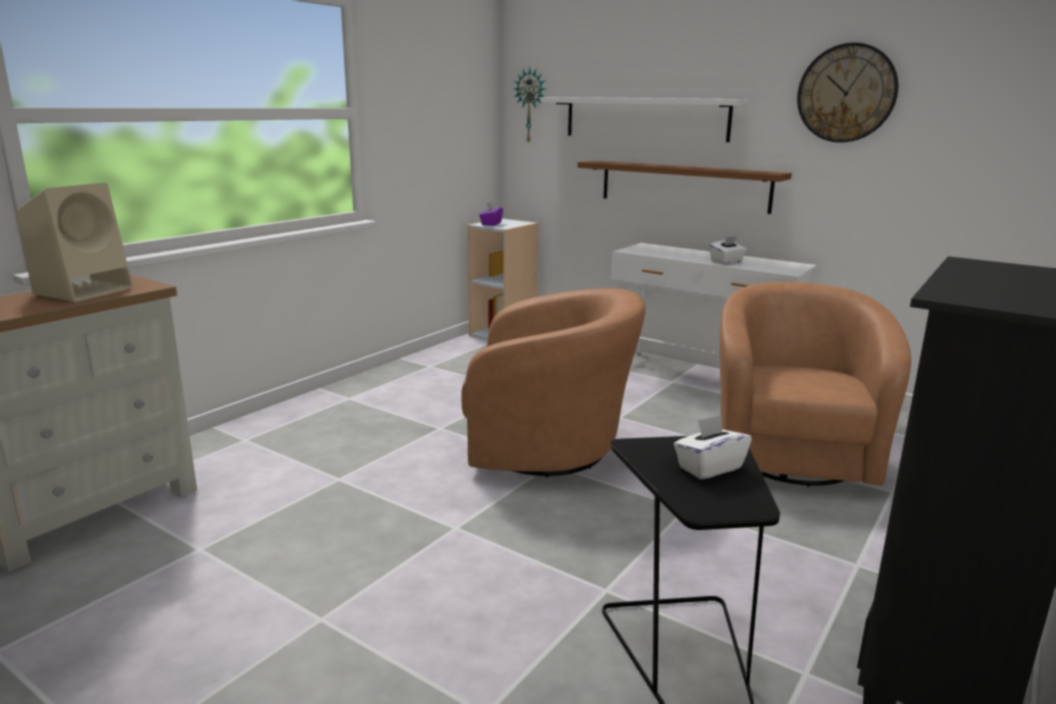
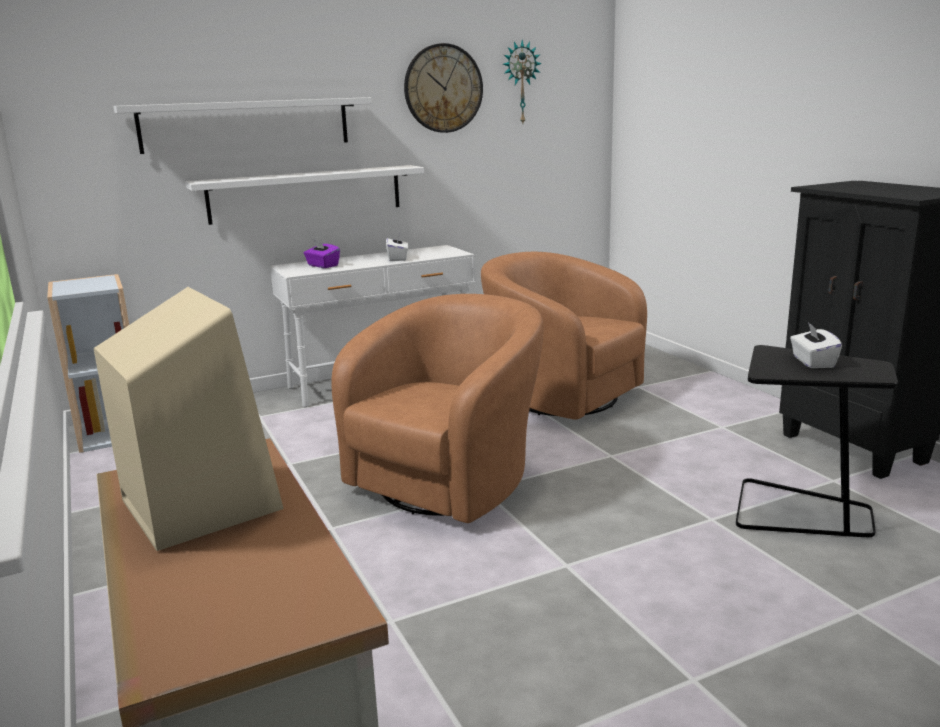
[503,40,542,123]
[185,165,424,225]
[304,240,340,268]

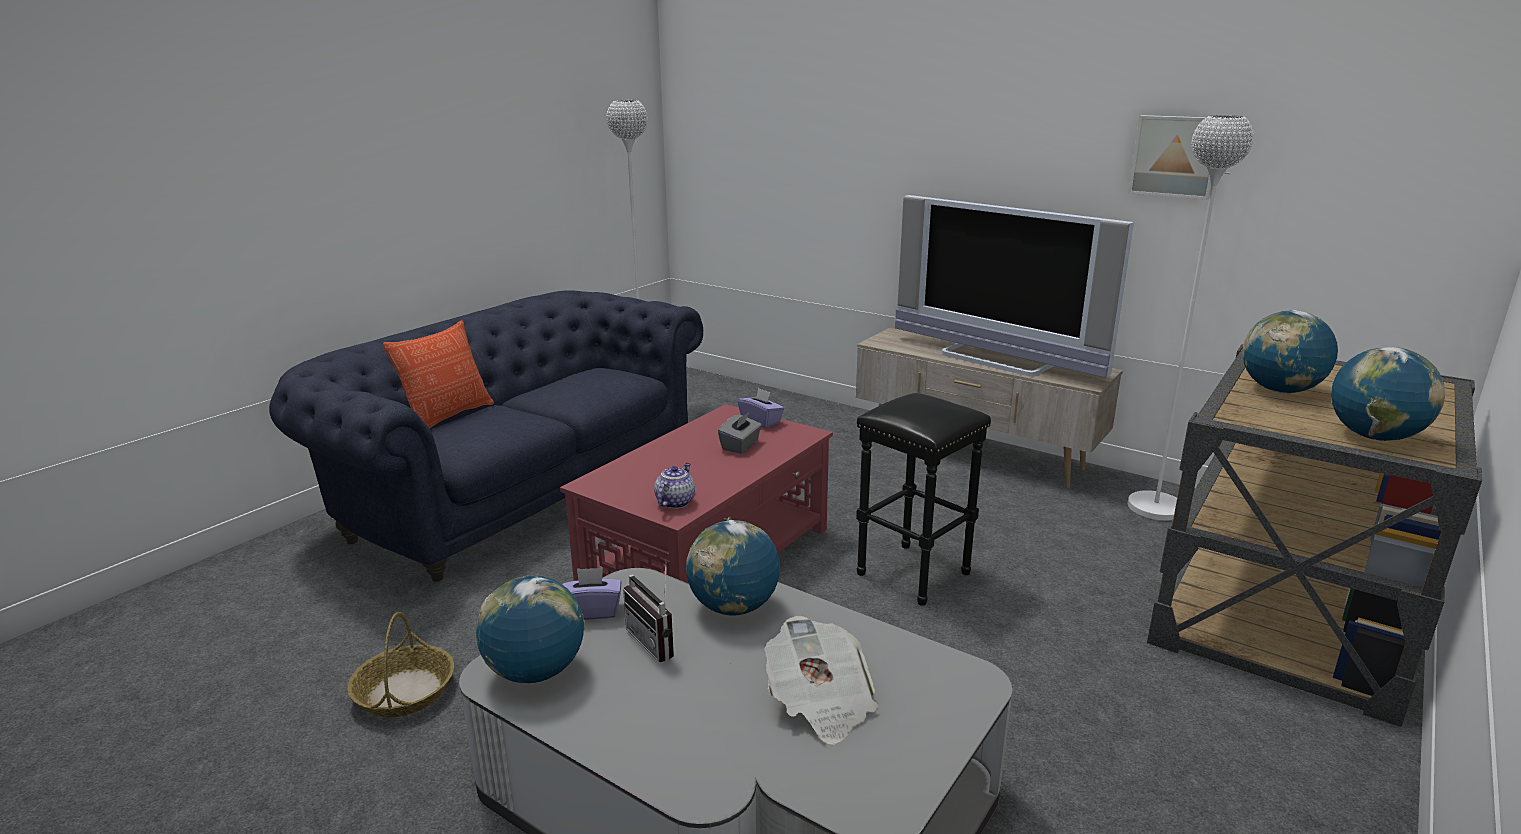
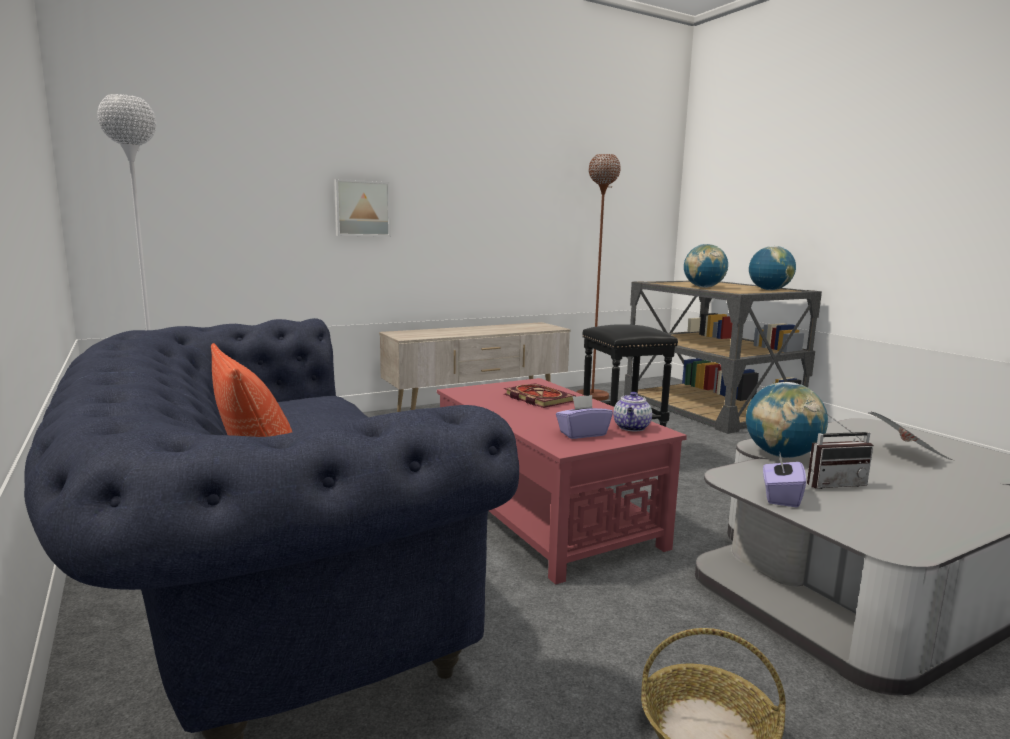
[334,179,390,237]
[577,154,621,401]
[895,195,1134,378] (first image)
[556,395,613,439]
[504,383,577,408]
[613,392,652,431]
[476,576,585,683] (first image)

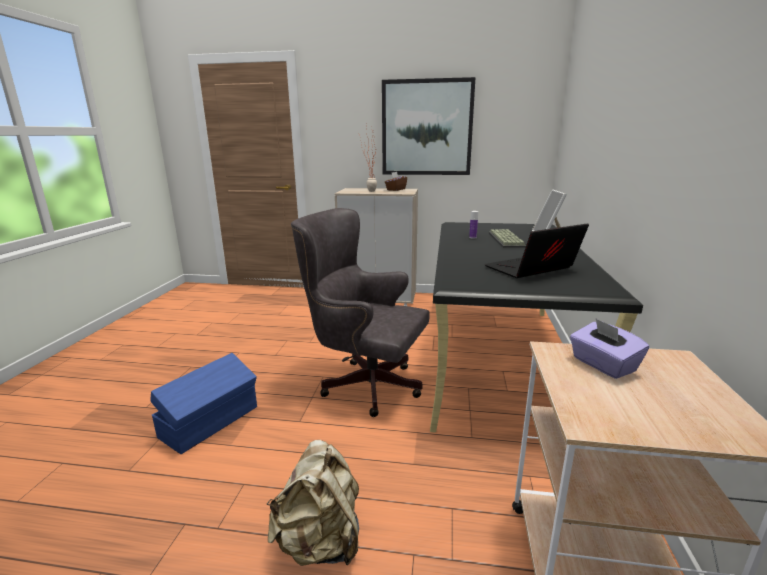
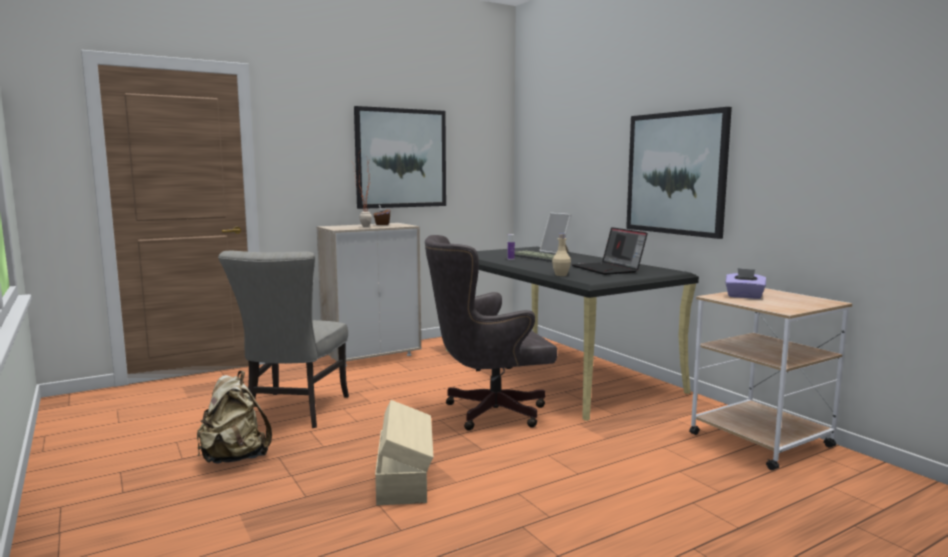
[572,227,648,275]
[375,400,433,505]
[197,371,272,464]
[626,107,732,239]
[552,234,571,276]
[218,251,349,428]

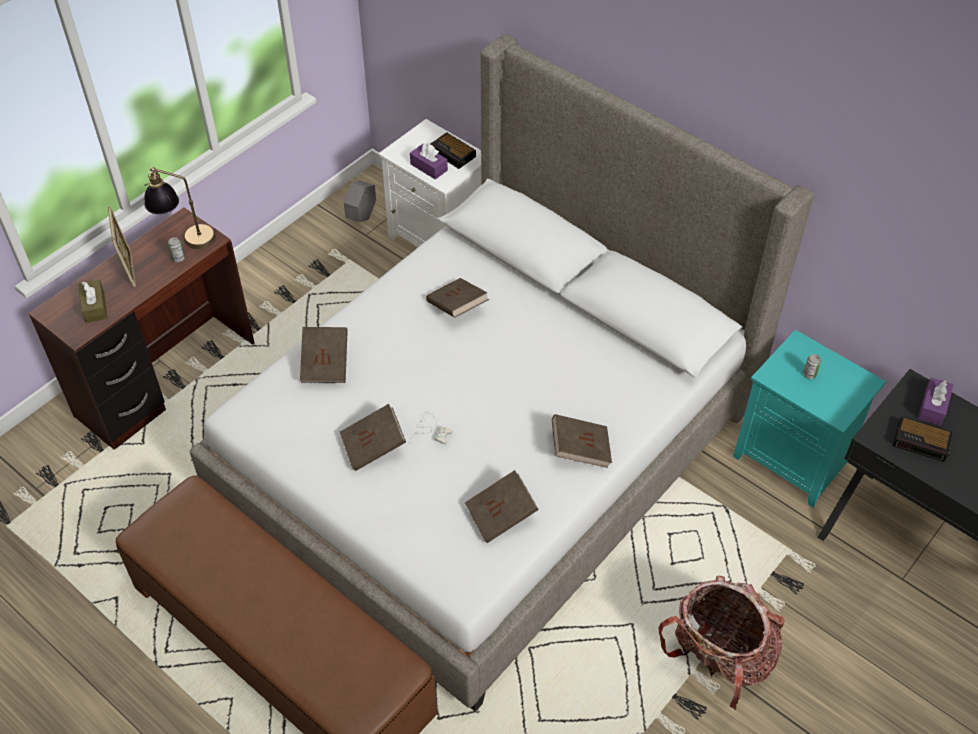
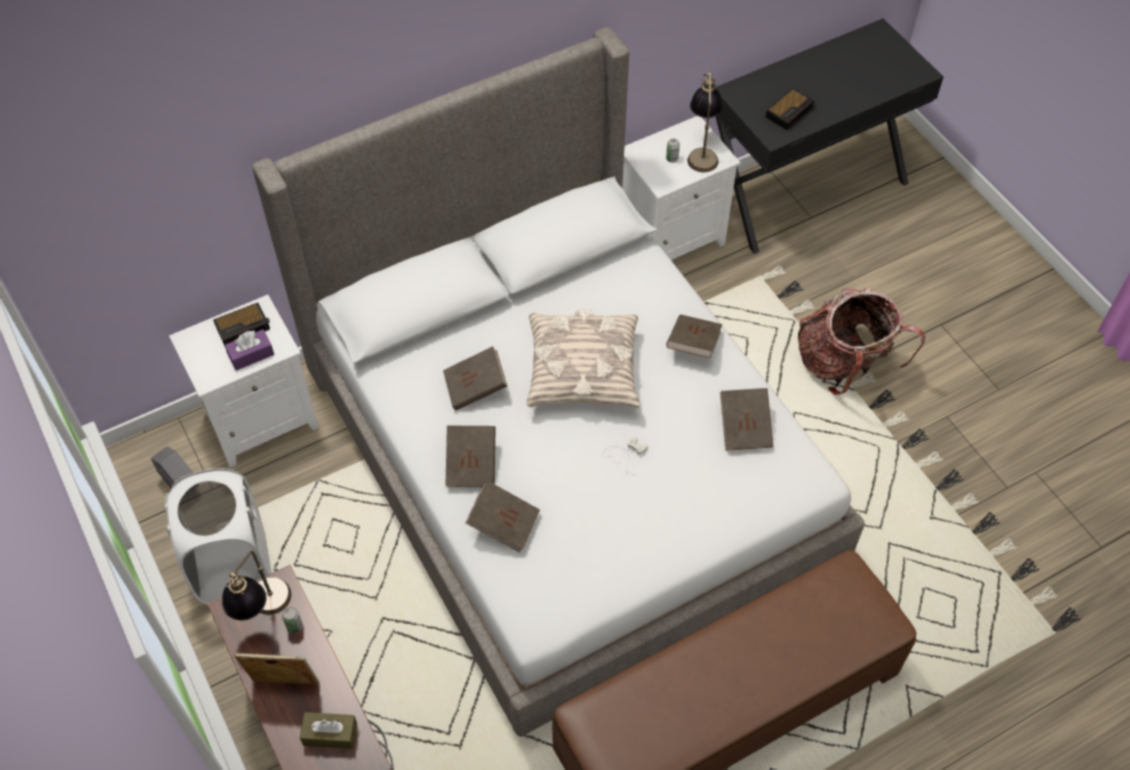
[622,116,741,260]
[918,377,954,426] (first image)
[446,426,496,487]
[687,72,723,172]
[526,309,640,408]
[165,468,272,605]

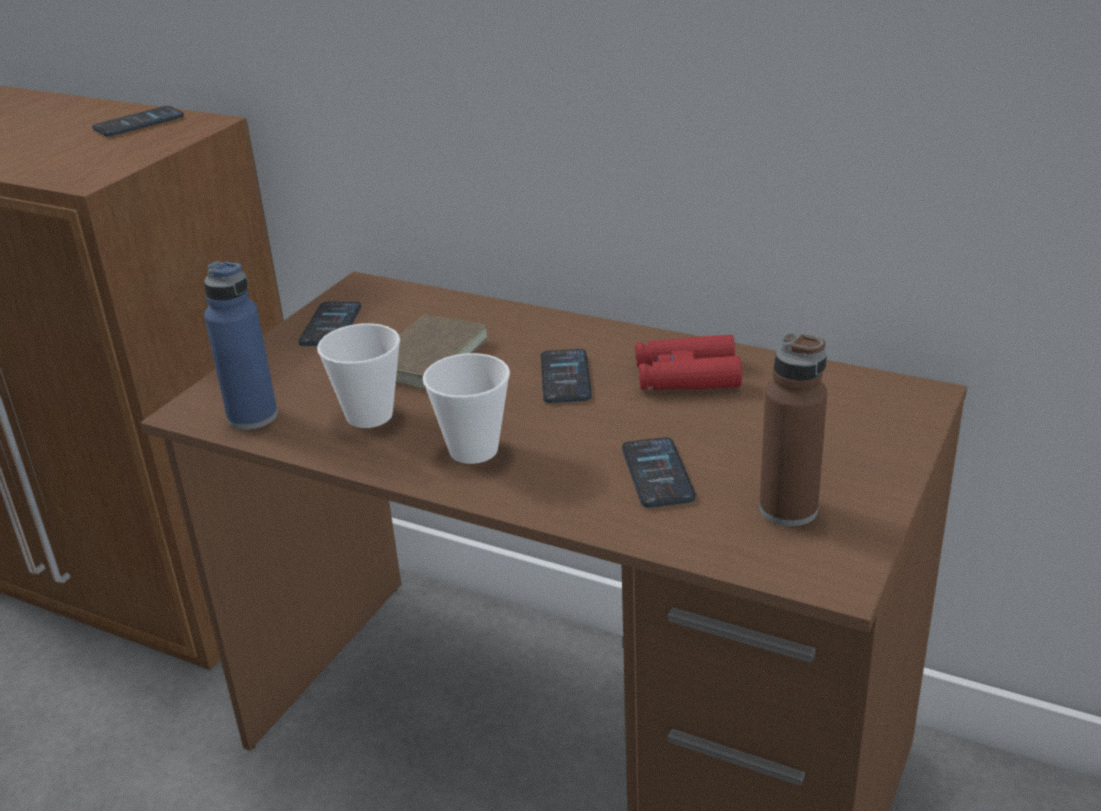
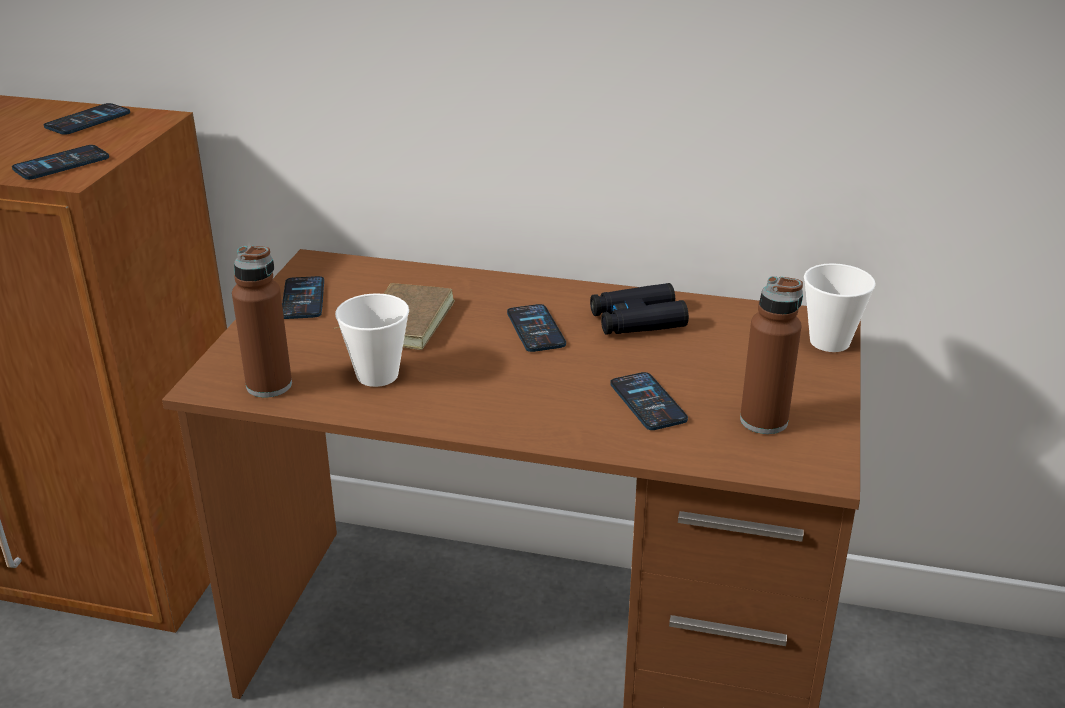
[232,246,292,398]
[590,283,689,334]
[804,263,876,352]
[12,145,109,180]

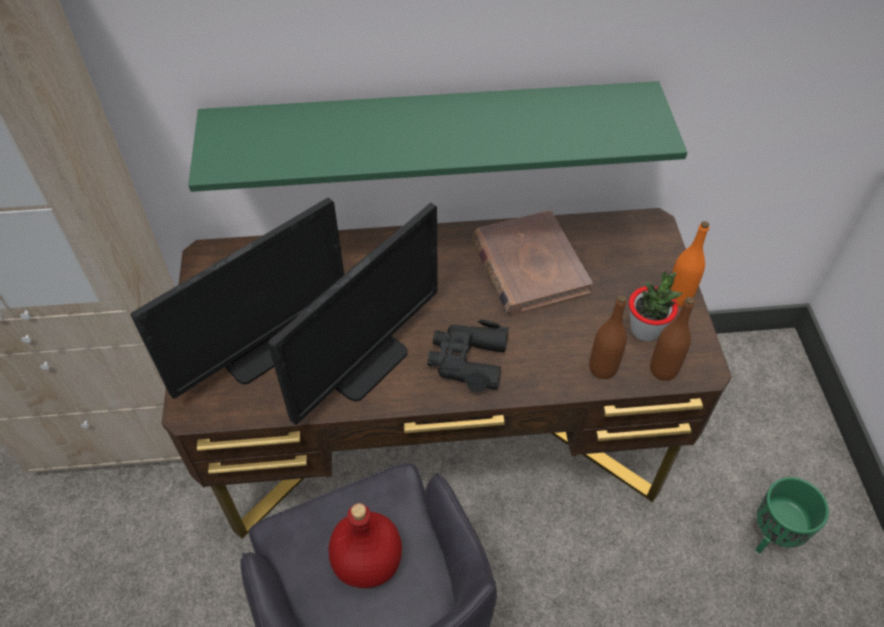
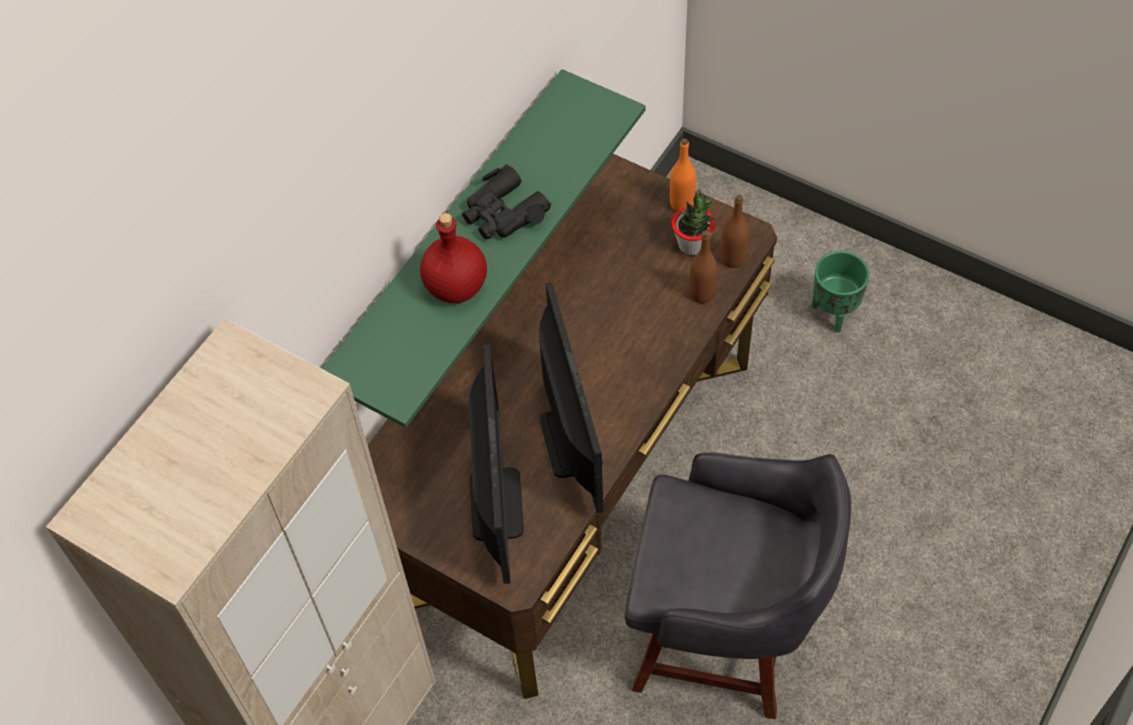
[472,210,592,316] (first image)
[462,164,551,239]
[420,213,487,303]

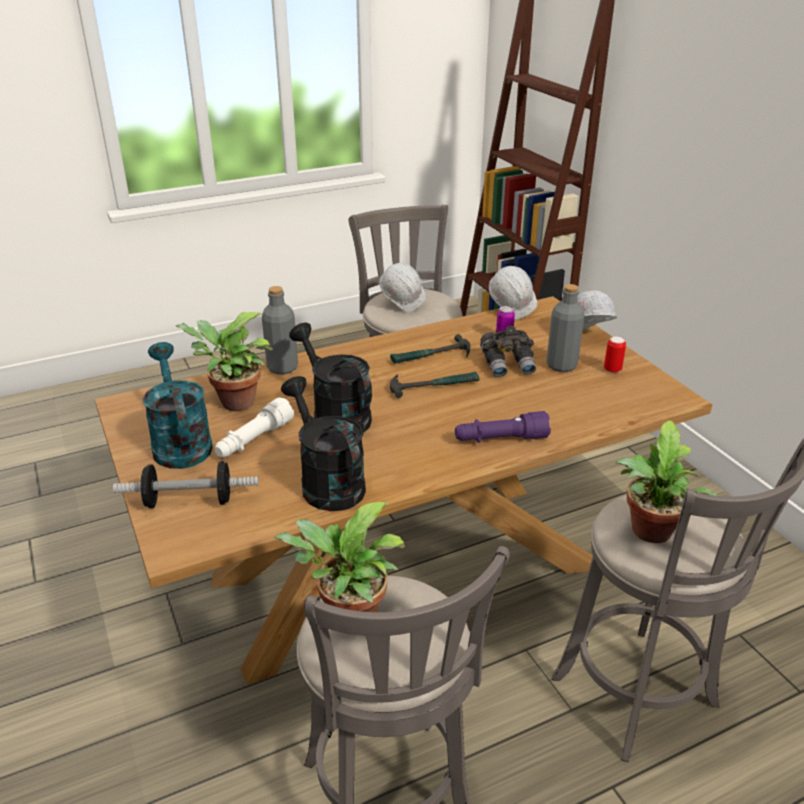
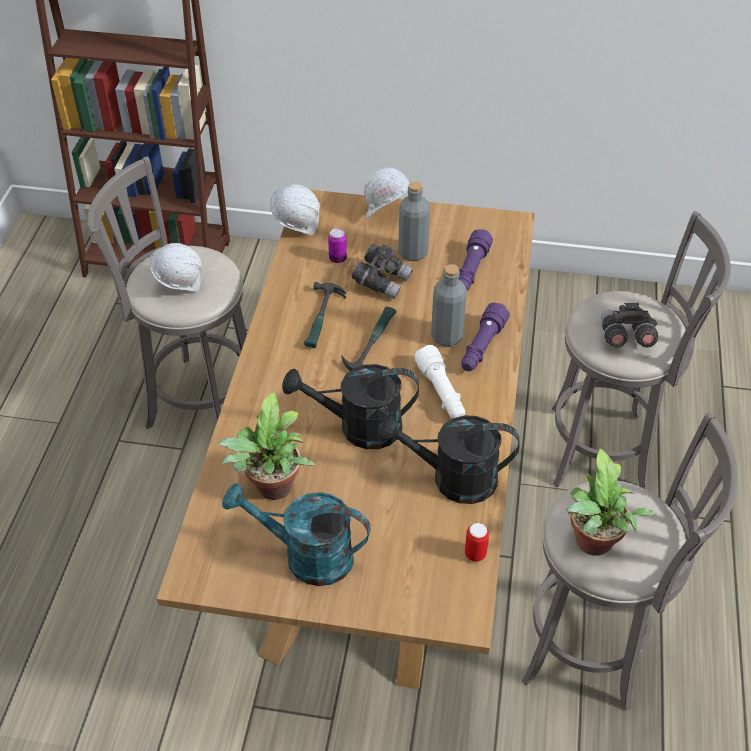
[431,264,467,346]
[465,523,489,562]
[415,345,465,419]
[601,303,658,348]
[113,461,258,508] (first image)
[459,229,493,291]

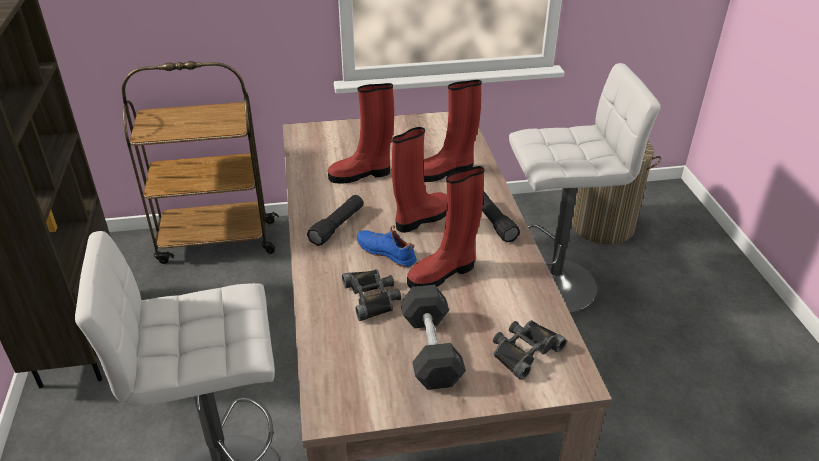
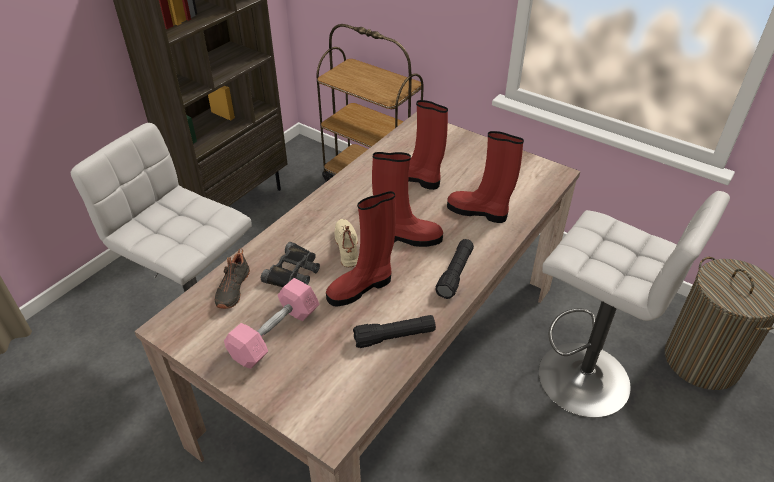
[326,191,396,306]
[353,315,436,348]
[335,219,358,267]
[224,278,319,369]
[493,320,567,380] (first image)
[215,248,250,309]

